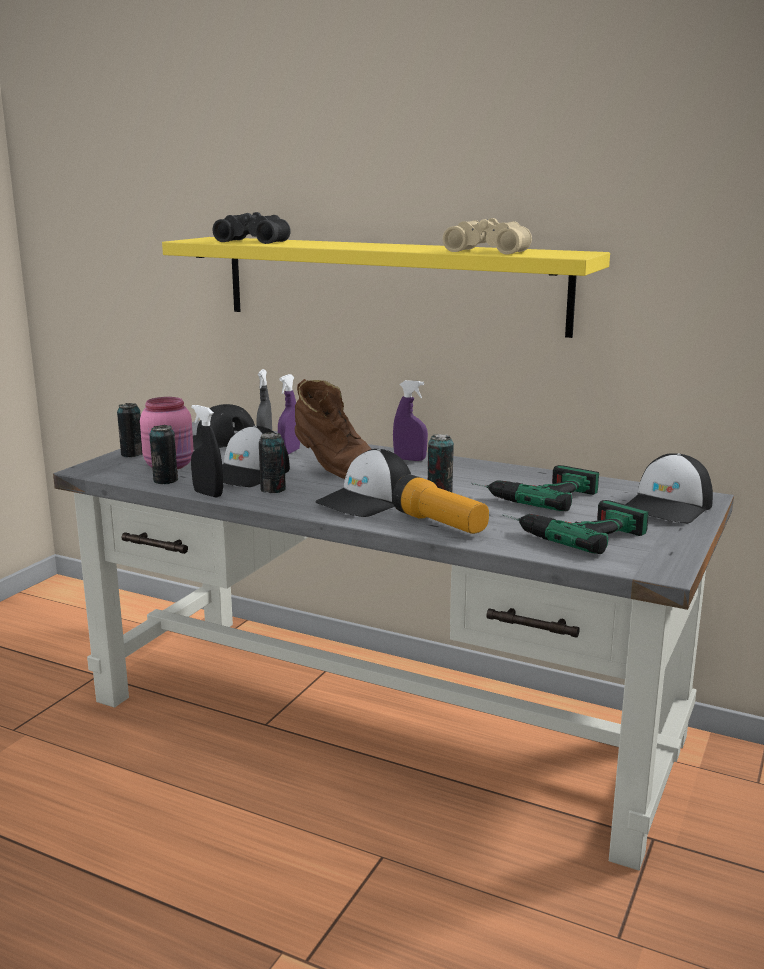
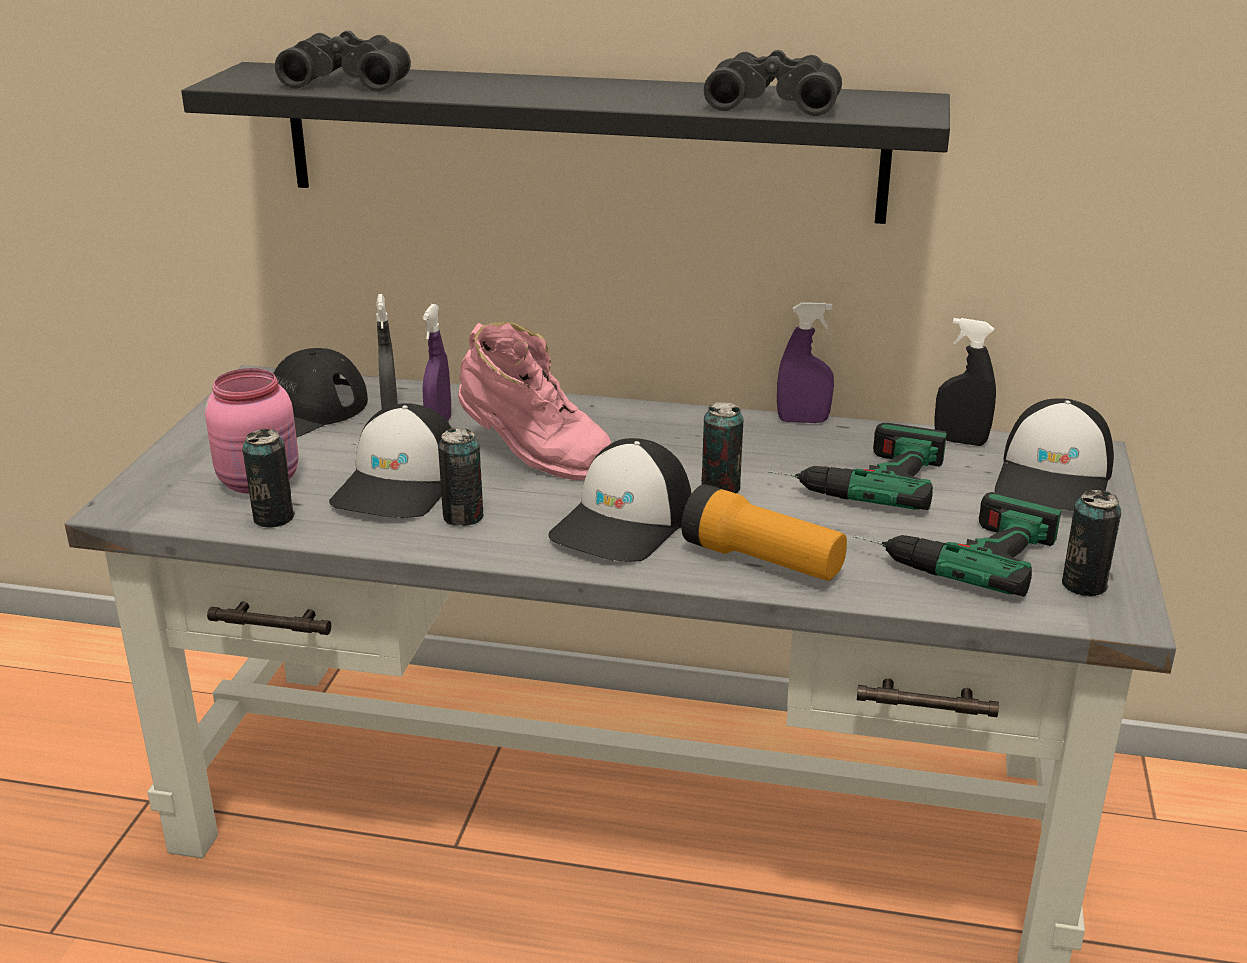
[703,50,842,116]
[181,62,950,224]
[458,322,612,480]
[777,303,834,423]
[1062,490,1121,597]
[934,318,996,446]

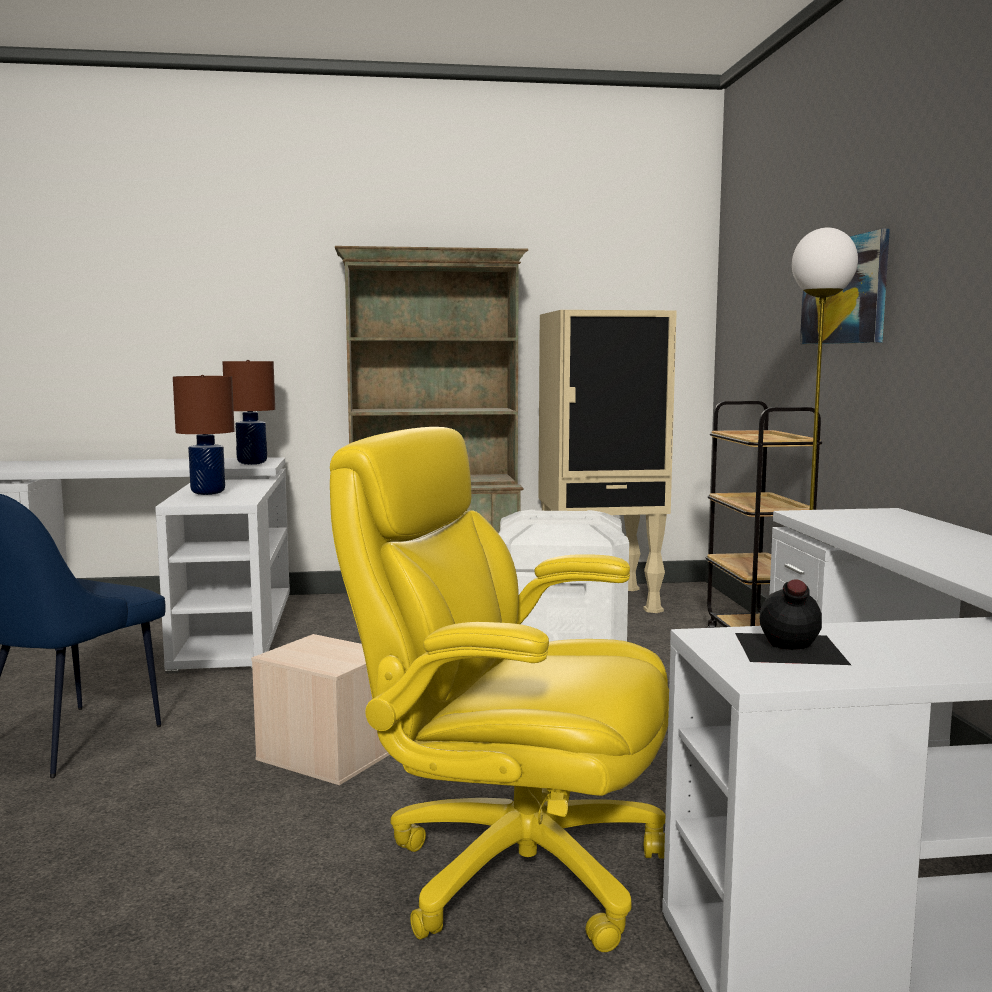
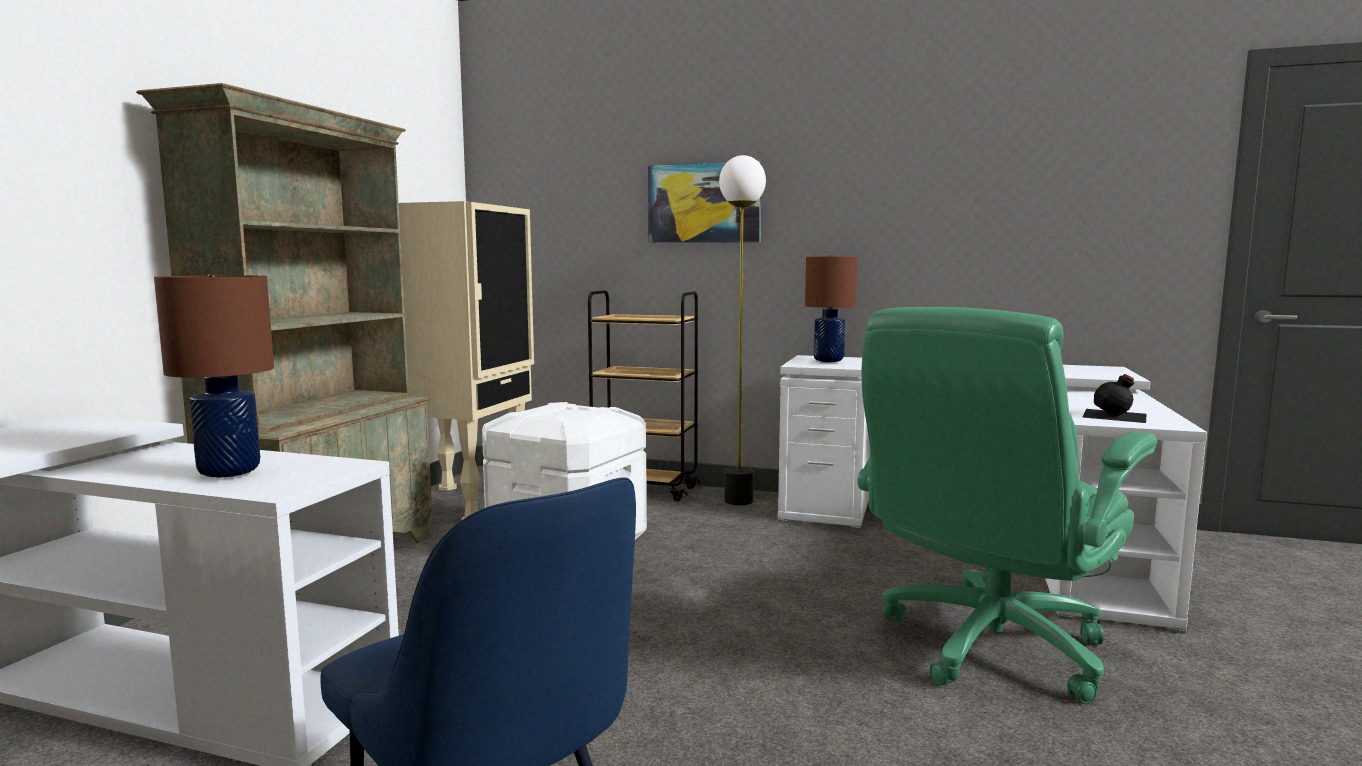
[805,255,858,362]
[857,307,1157,704]
[251,634,390,785] (first image)

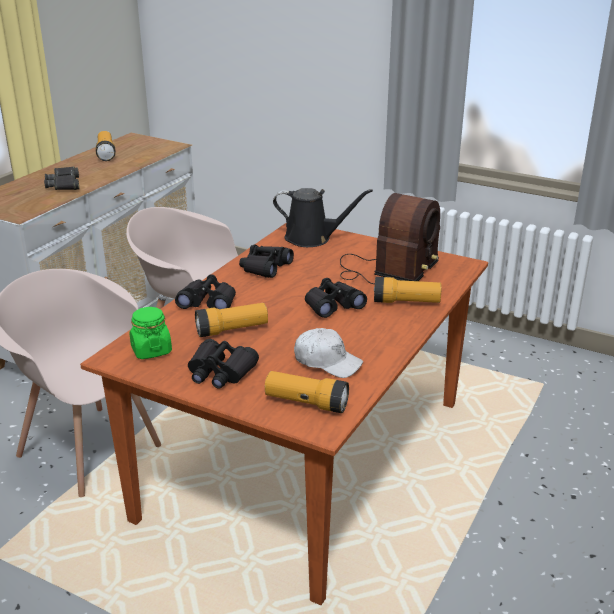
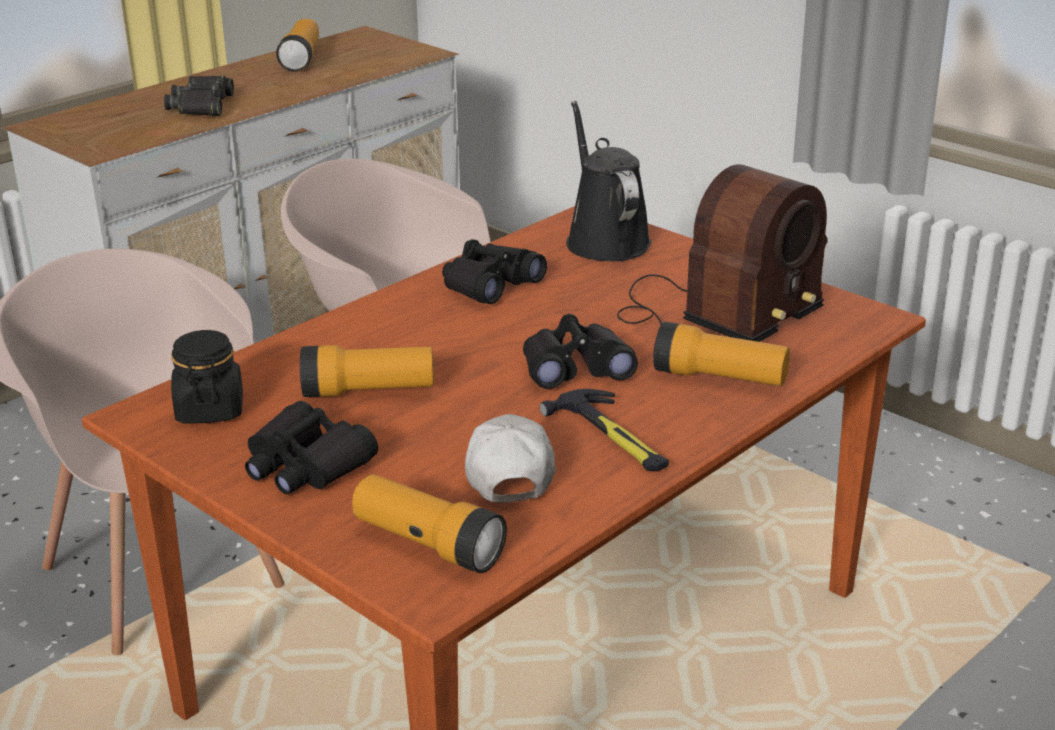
[566,101,651,261]
[175,274,236,309] (first image)
[171,330,243,424]
[465,414,556,503]
[540,389,669,471]

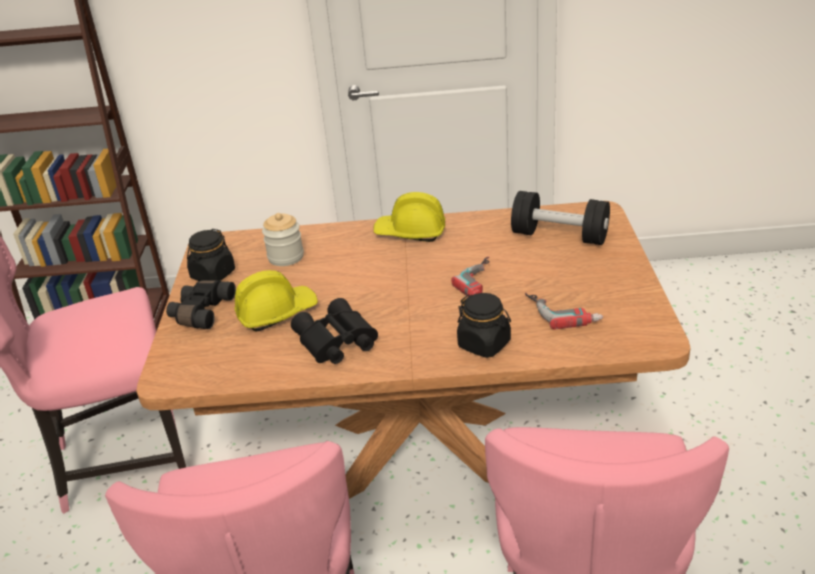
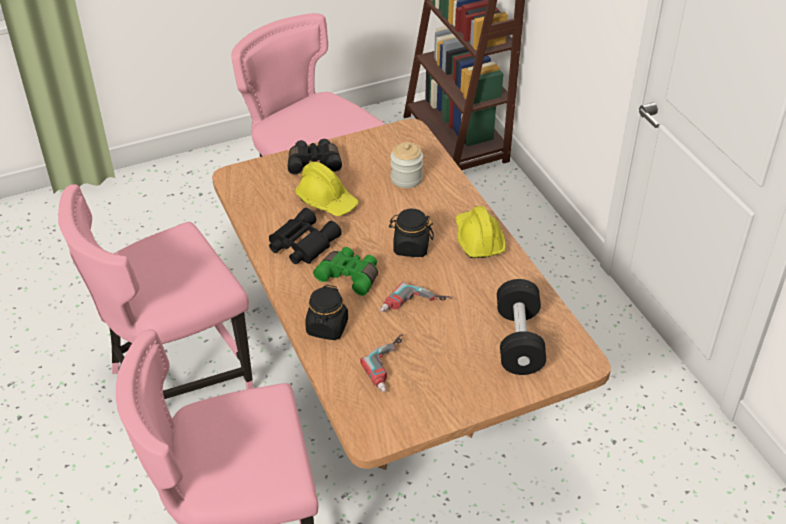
[389,209,434,257]
[313,247,378,296]

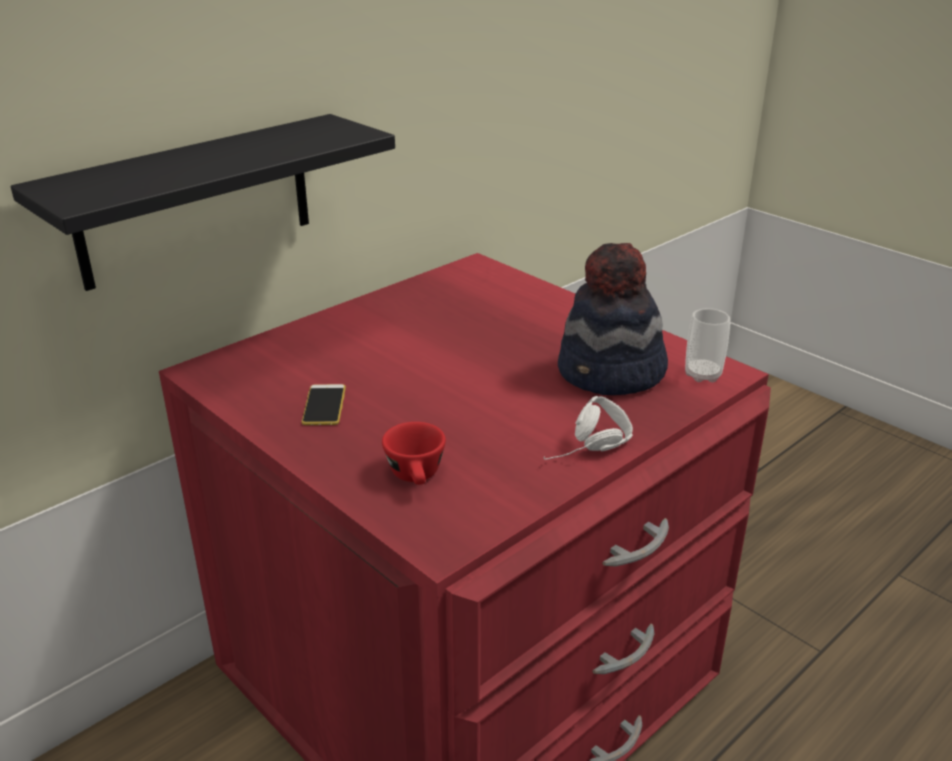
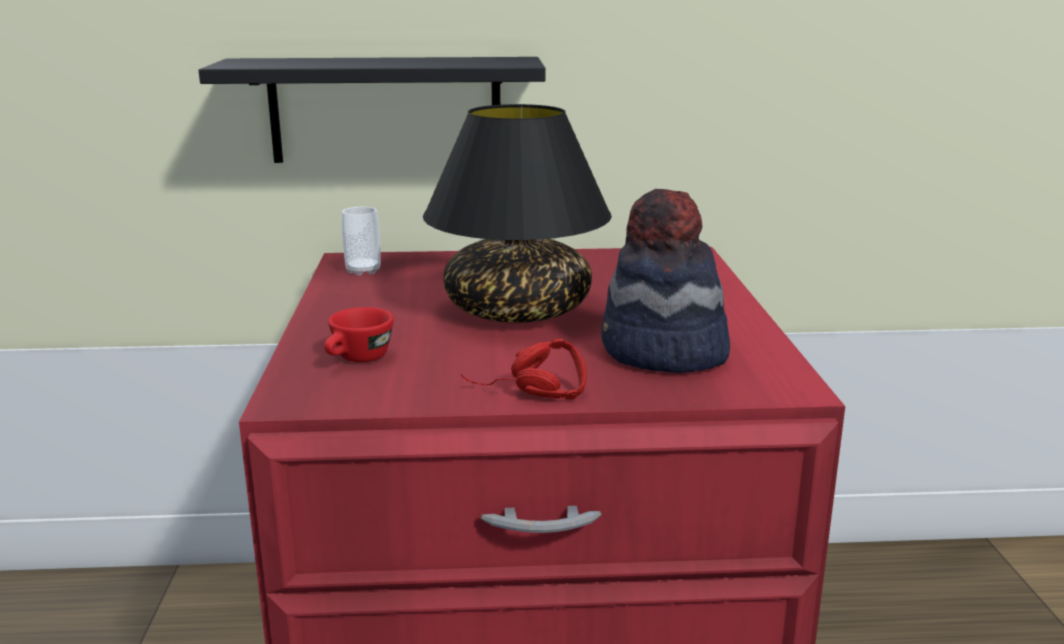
[342,207,380,276]
[302,384,346,425] (first image)
[461,339,587,399]
[423,104,612,323]

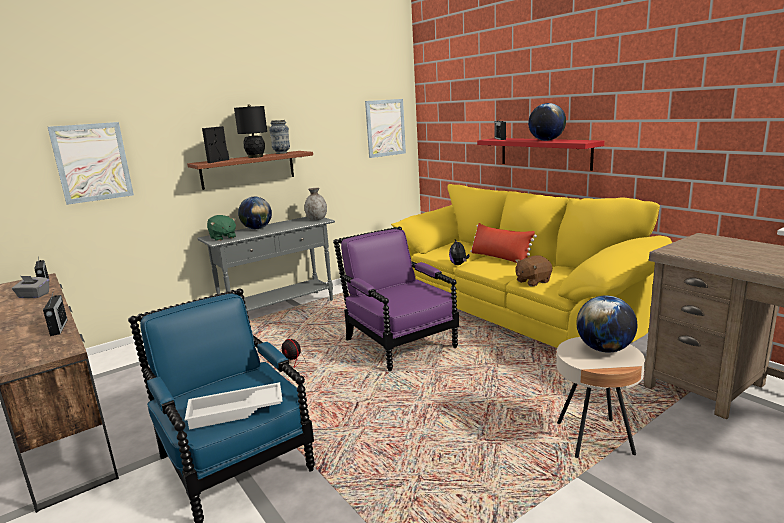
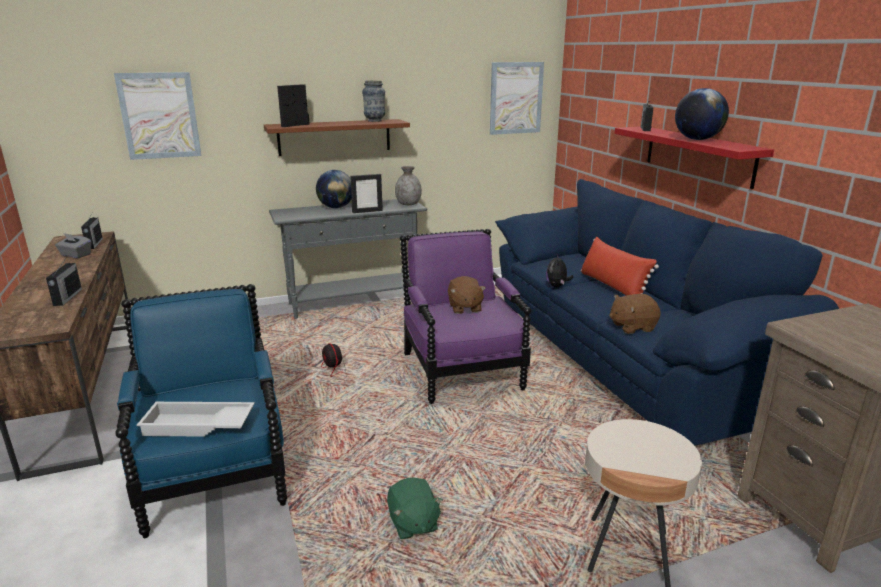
[234,104,267,158] (first image)
[495,179,839,446]
[387,477,443,539]
[576,296,637,353] (first image)
[350,174,383,213]
[448,276,486,314]

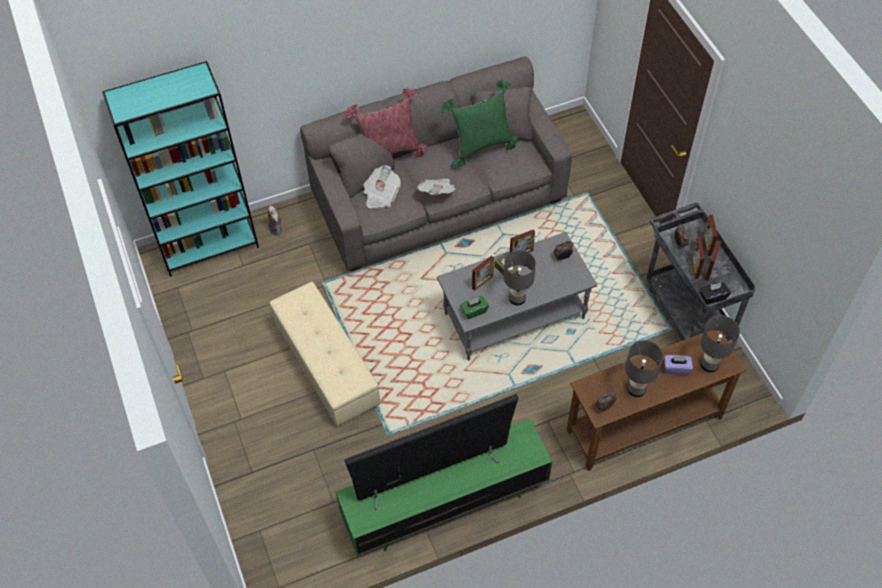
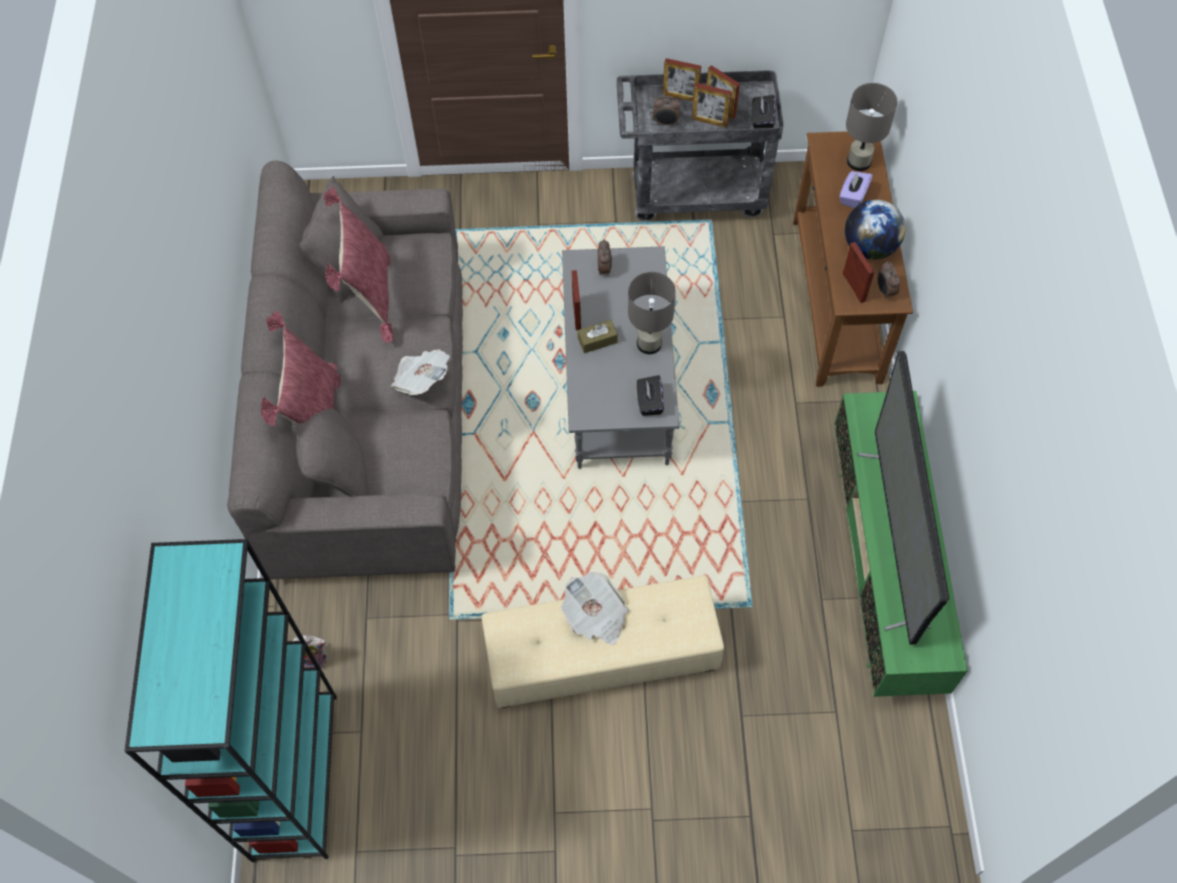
[323,186,394,343]
[561,572,629,645]
[842,242,874,303]
[637,375,664,416]
[845,200,905,260]

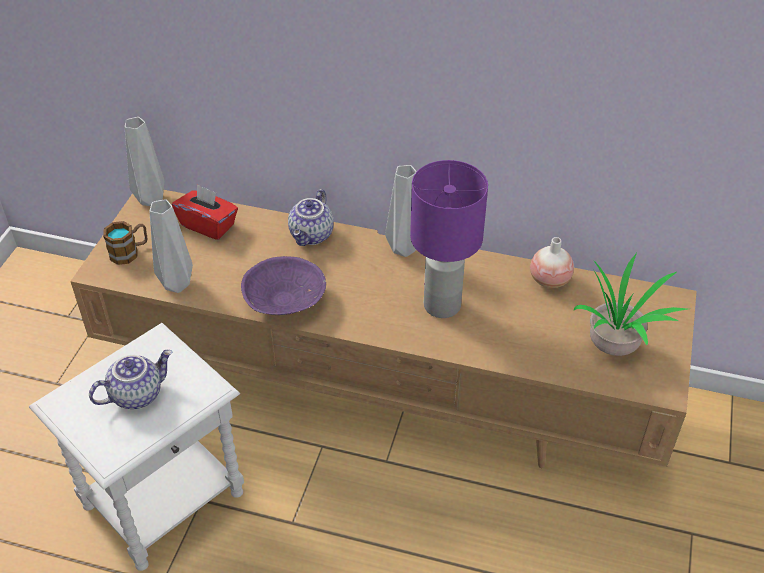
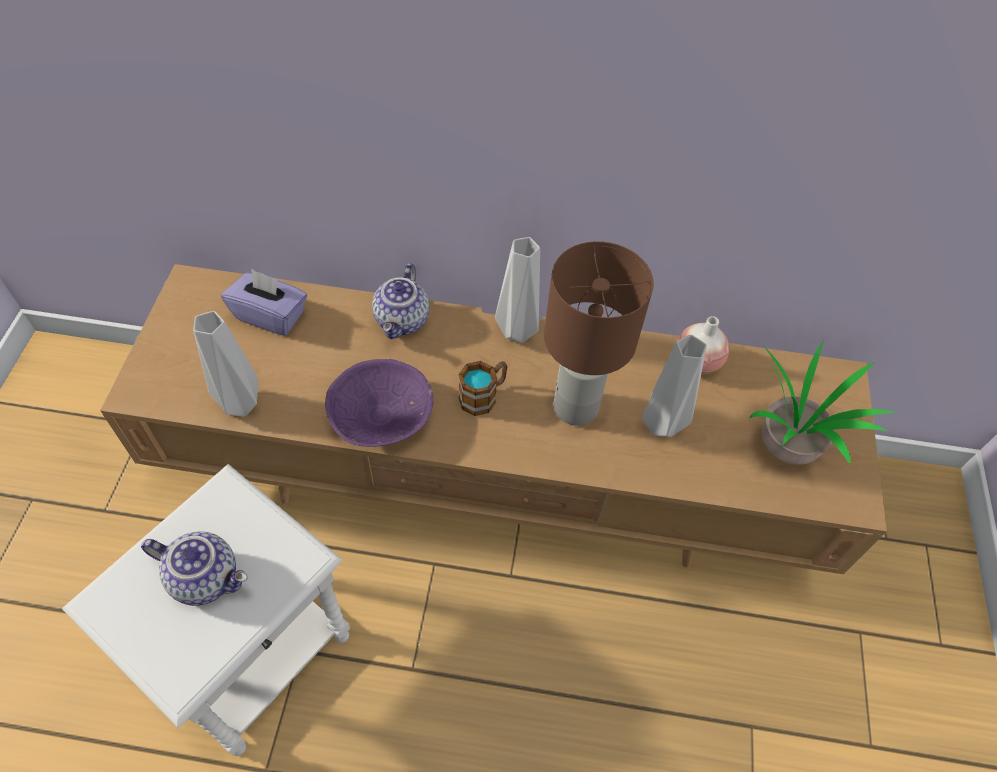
[642,335,707,437]
[544,241,654,426]
[221,268,307,336]
[459,361,508,416]
[141,531,248,606]

